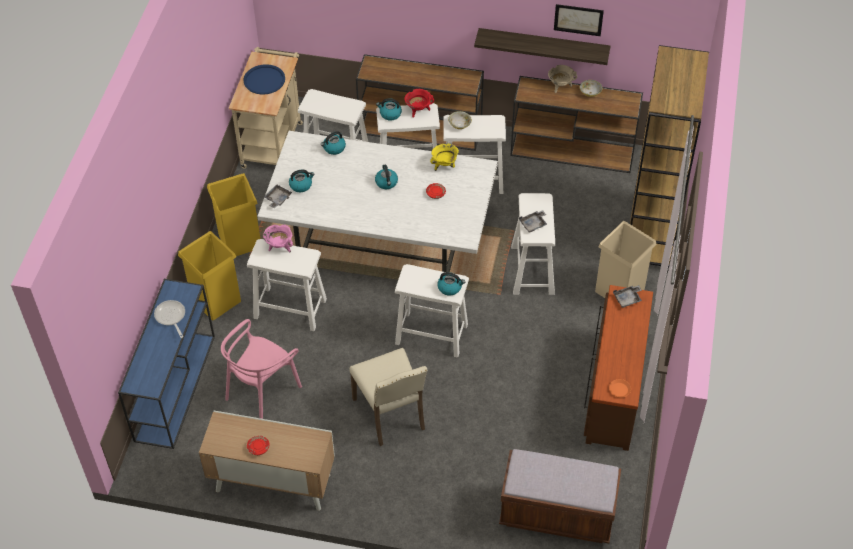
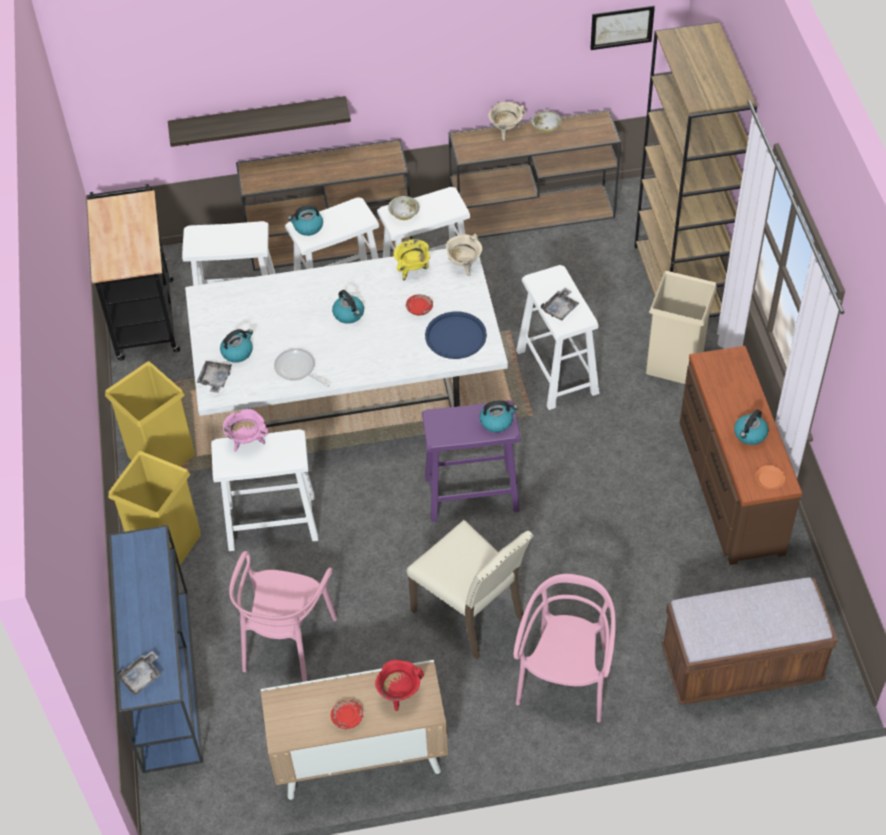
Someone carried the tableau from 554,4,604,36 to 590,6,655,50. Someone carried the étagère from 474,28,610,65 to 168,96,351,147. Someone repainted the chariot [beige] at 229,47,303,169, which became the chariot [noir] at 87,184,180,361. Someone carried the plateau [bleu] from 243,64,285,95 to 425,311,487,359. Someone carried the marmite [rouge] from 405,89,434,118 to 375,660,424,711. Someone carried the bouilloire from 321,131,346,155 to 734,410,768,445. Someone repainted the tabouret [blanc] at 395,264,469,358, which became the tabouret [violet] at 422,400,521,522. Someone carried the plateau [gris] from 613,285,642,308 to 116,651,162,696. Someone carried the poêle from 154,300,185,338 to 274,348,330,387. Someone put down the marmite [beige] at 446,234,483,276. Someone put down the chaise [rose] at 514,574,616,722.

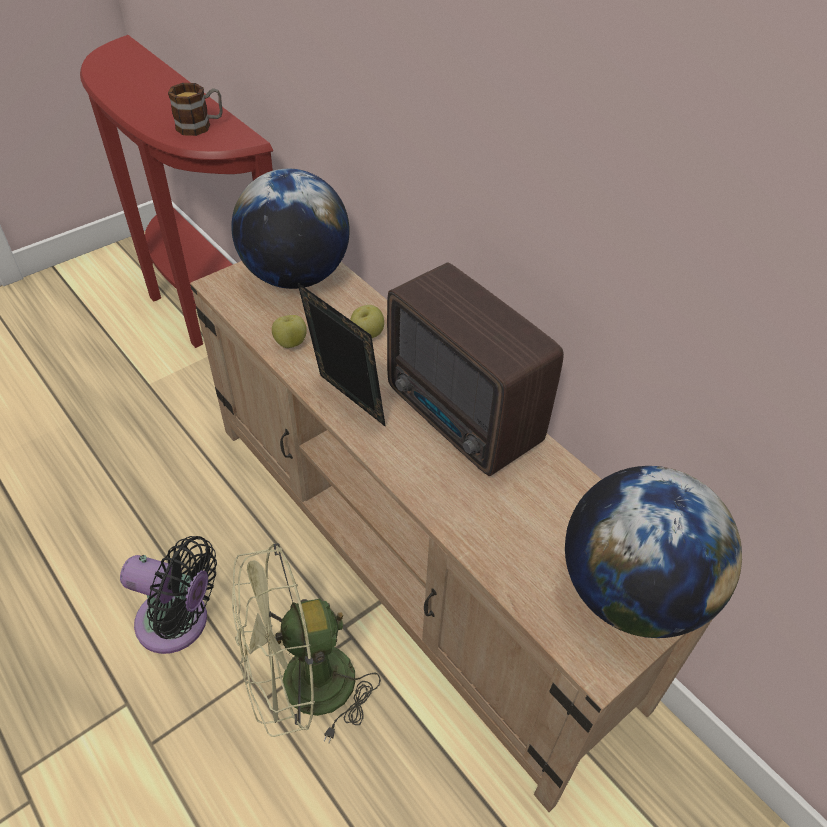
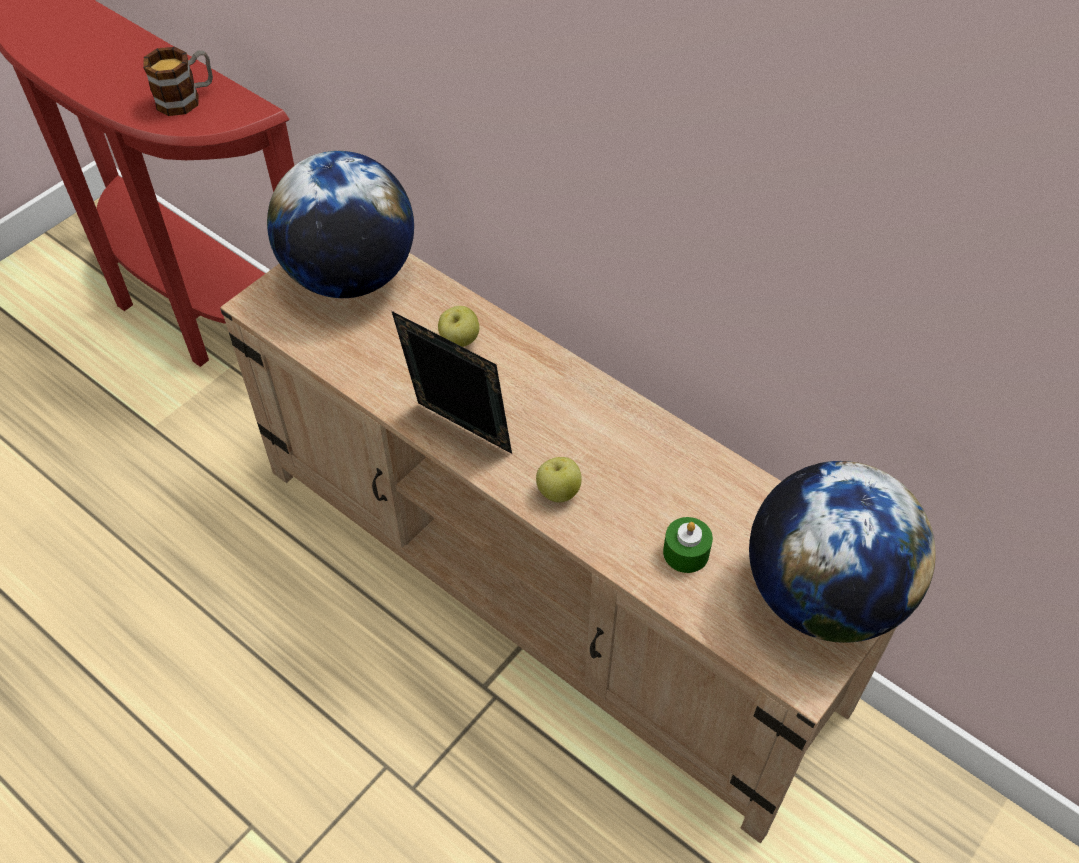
Someone took away the radio at 387,262,564,476. Someone carried the pomme from 272,315,307,348 to 536,457,582,502. Someone took away the ventilateur [noir] at 120,536,217,654. Someone took away the ventilateur [vert] at 232,543,381,743. Someone put down the bougie [vert] at 663,517,713,573.

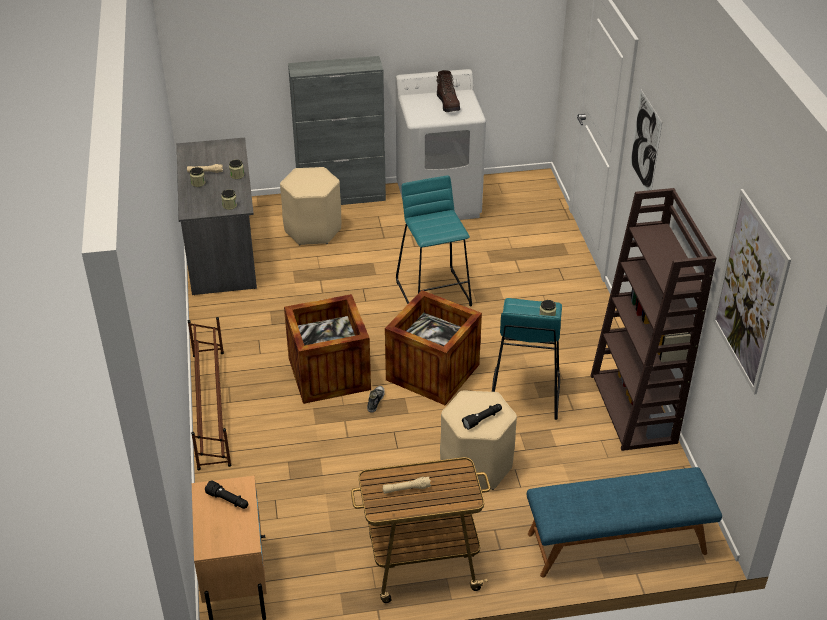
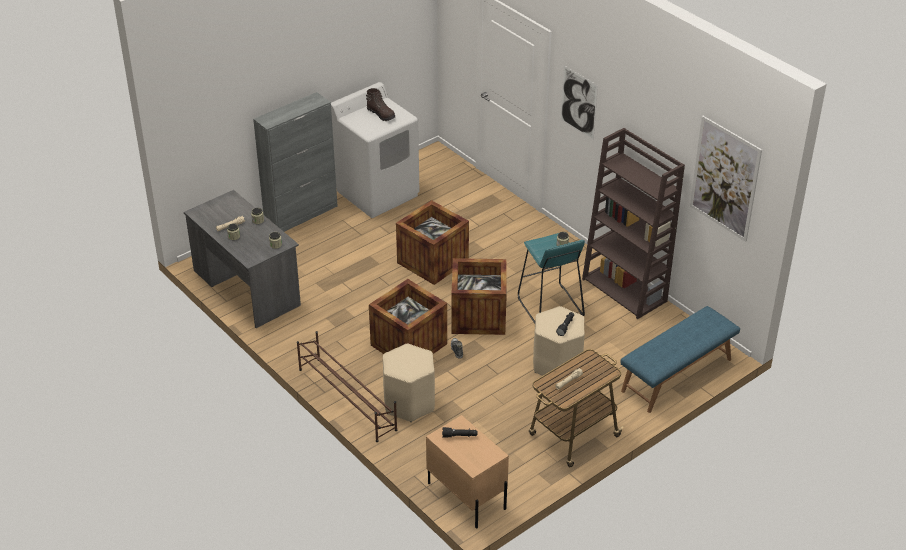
Someone carried the tabouret [beige] from 280,167,341,245 to 383,344,435,422. Someone swapped the tabouret [turquoise] at 396,175,472,306 for the caisse at 396,200,469,285.

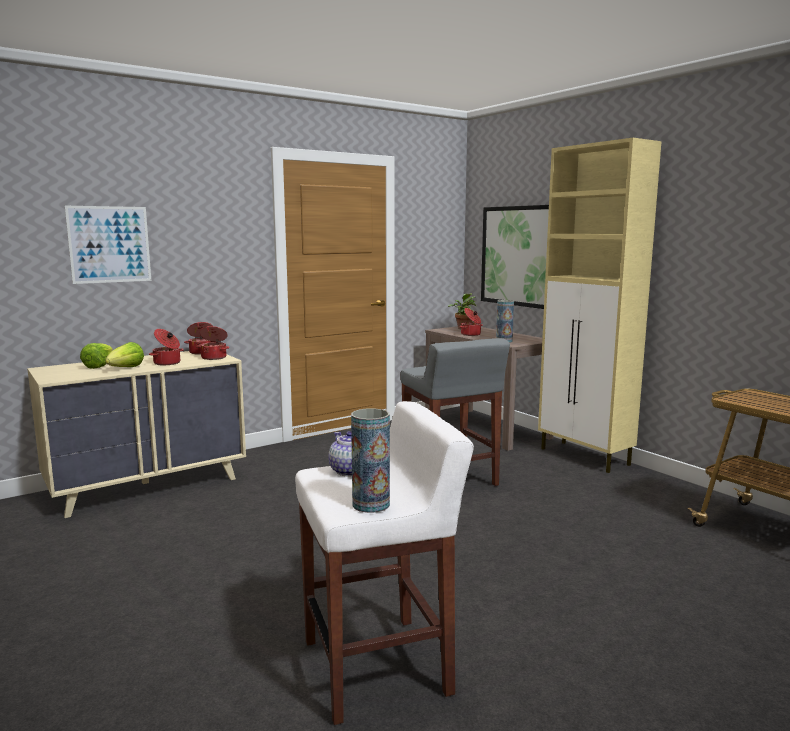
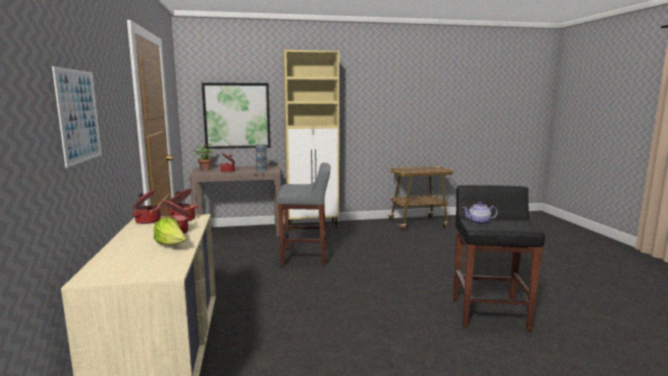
Someone took away the laitue at 80,343,113,369. Someone repainted the tabouret [blanc] at 295,401,474,725, which became the tabouret [noir] at 453,185,545,331. Someone took away the vase at 351,408,390,513.

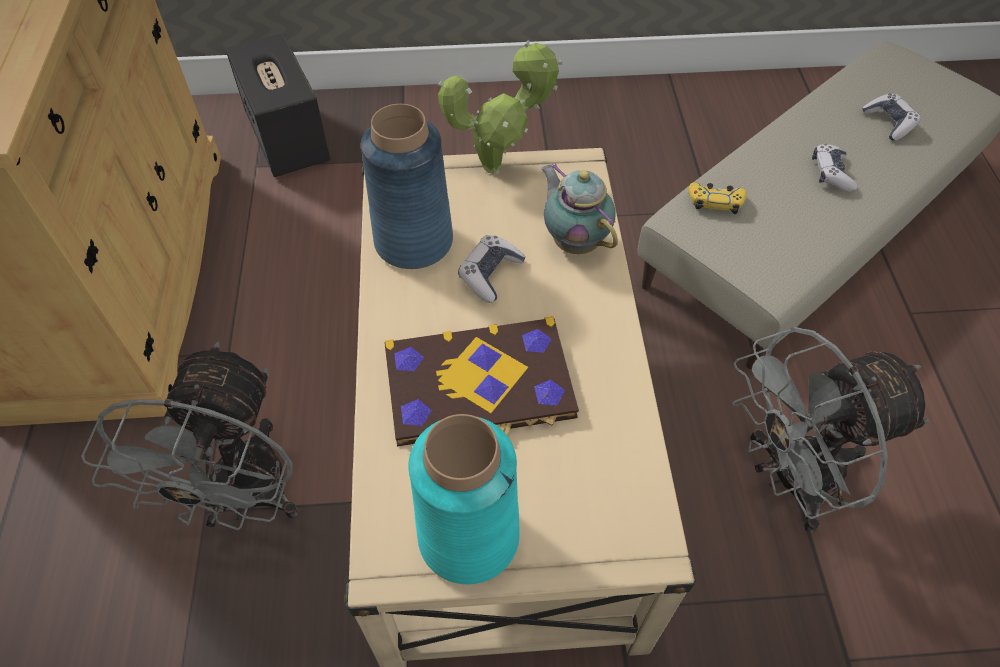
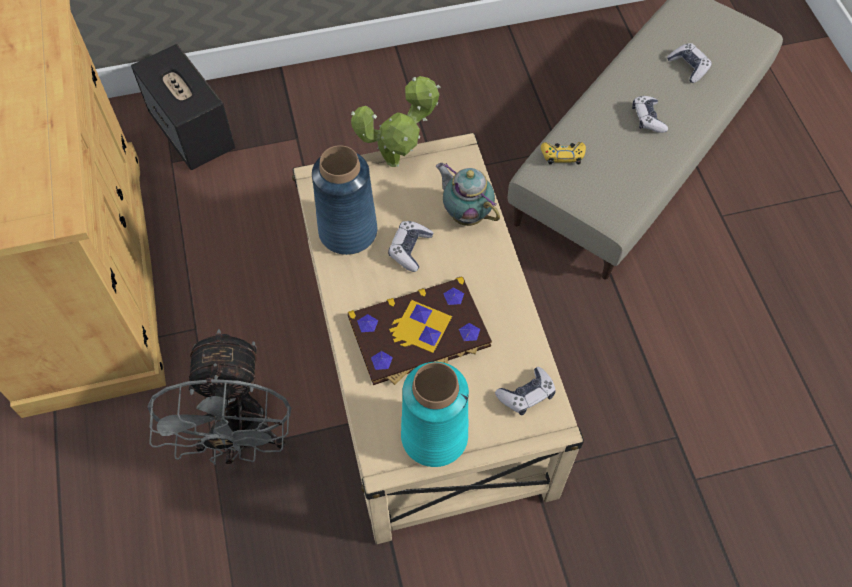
Someone took away the ventilateur [gris] at 732,327,929,533. Someone put down the manette at 495,367,556,415.

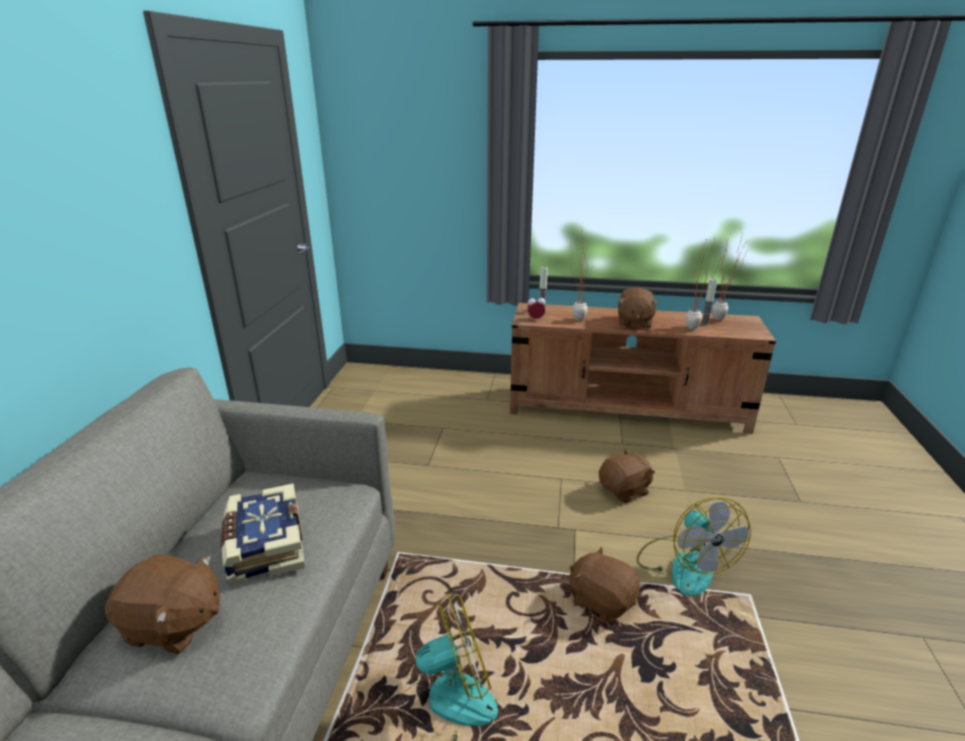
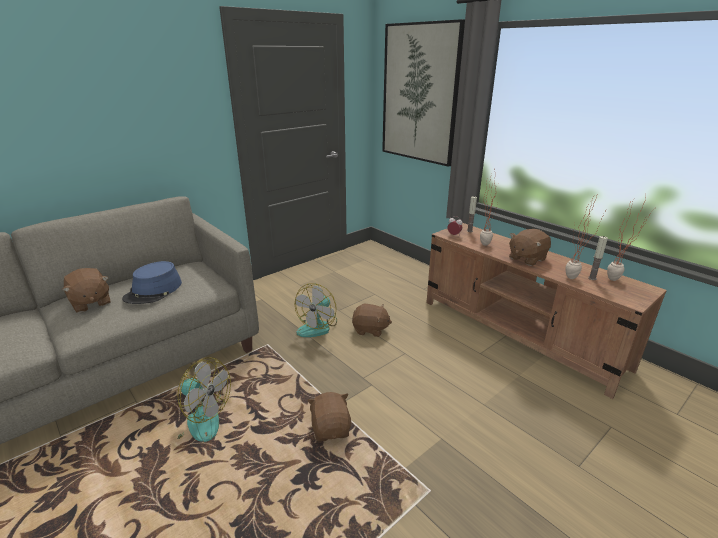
Someone carried the peluche [marron] from 599,449,655,503 to 352,304,392,337. Someone swapped the livre at 221,484,305,585 for the chapeau [bleu] at 122,261,182,304. Someone carried the ventilateur from 637,498,751,596 to 295,283,337,337. Someone put up the tableau at 382,19,465,167.

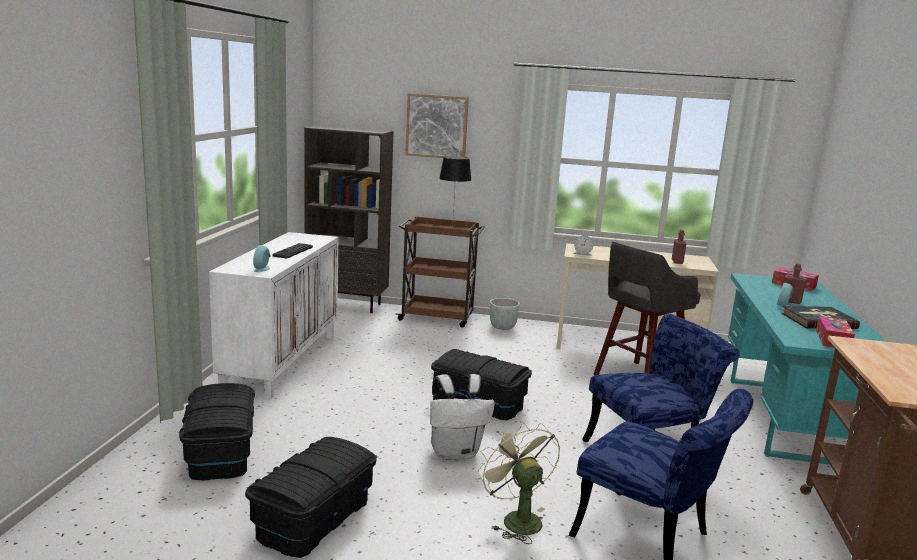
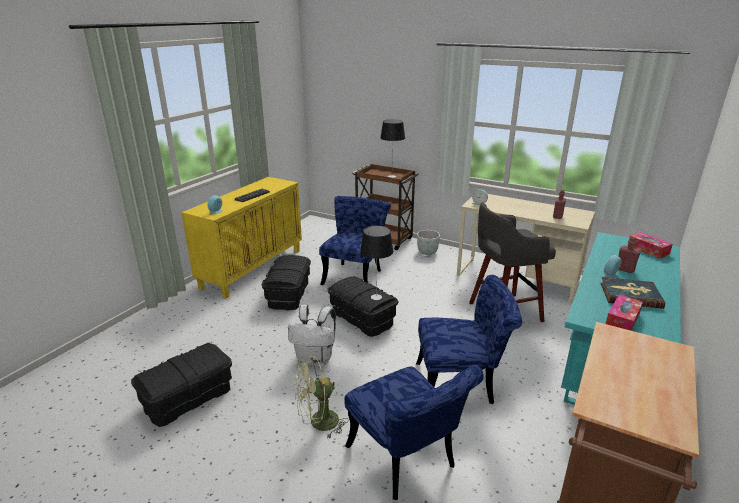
Someone took away the tableau at 405,93,469,158. Someone took away the bibliothèque [marron] at 304,125,394,313. Someone repainted the meuble de rangement [blanc] at 209,232,338,399, which became the meuble de rangement [jaune] at 181,177,302,299. Someone carried the boîte de rangement [noir] from 179,383,255,480 to 261,255,311,310. Someone rotated the ventilateur [vert] at 477,421,560,544 by 105 degrees counterclockwise. Someone put down the chaise [bleu] at 319,196,391,285. Someone put down the lampe de table at 360,226,393,300.

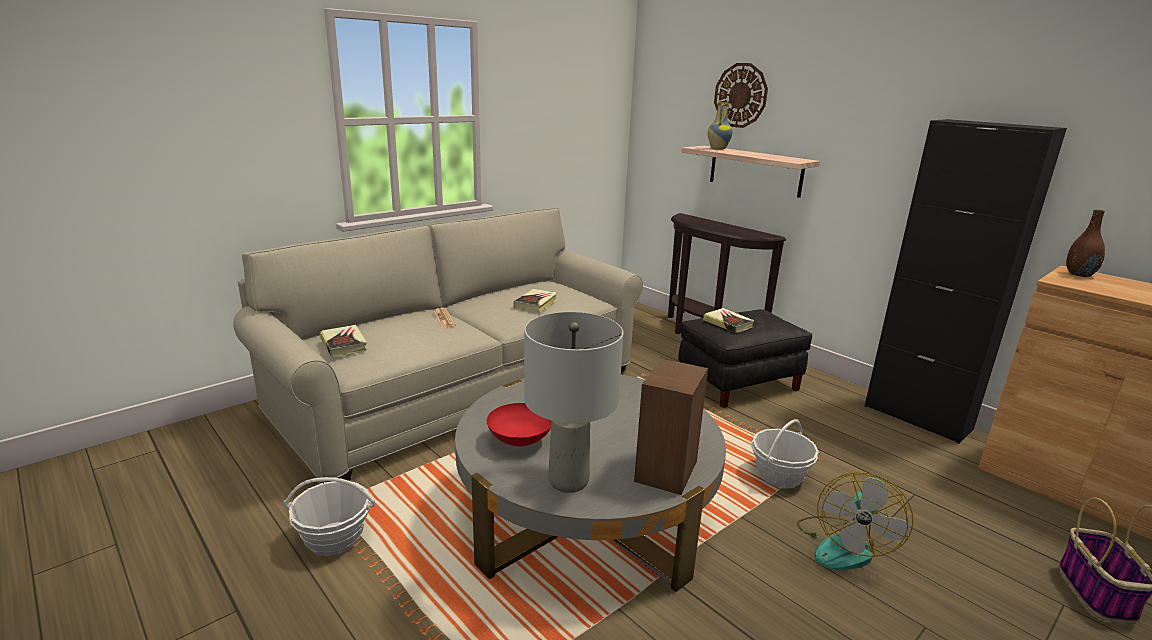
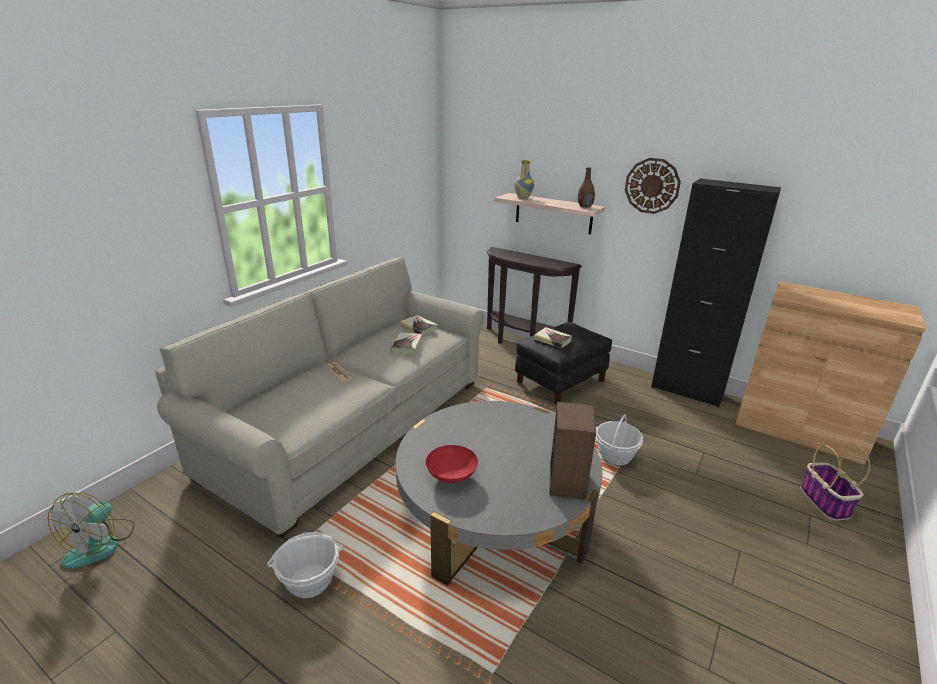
Someone carried the horloge murale from 714,63,768,128 to 625,158,681,214. Someone carried the vase [marron] from 1066,210,1105,277 to 578,167,595,208. Someone took away the lampe de table [gris] at 524,312,624,493. Someone carried the livre from 320,325,367,357 to 400,315,438,336. Someone carried the ventilateur from 797,472,913,570 to 48,492,135,568.

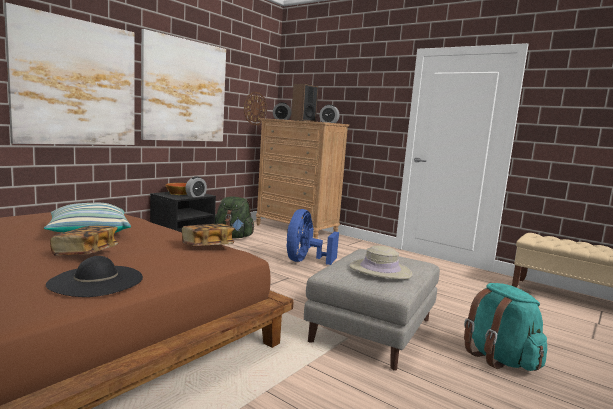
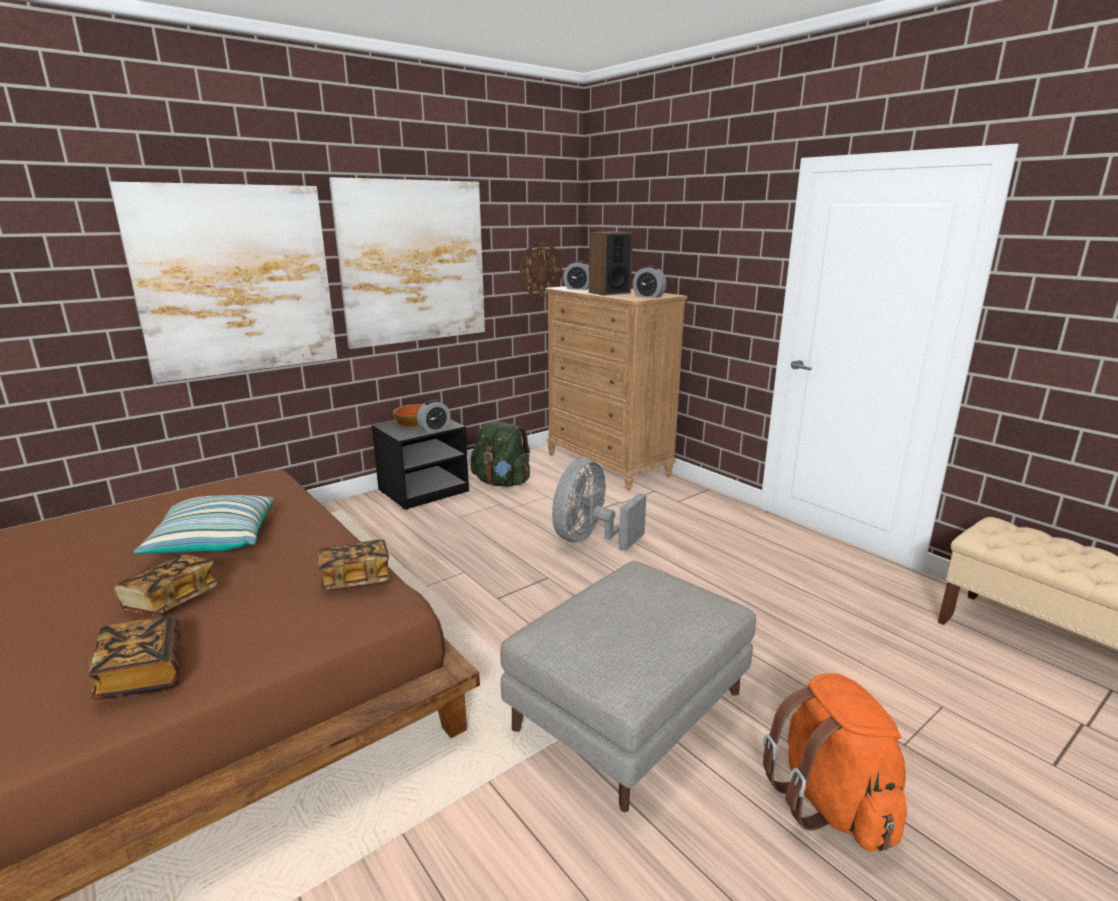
Someone repainted the ventilateur [bleu] at 286,209,339,265, which became the ventilateur [gris] at 552,459,646,551. Someone took away the chapeau [beige] at 349,246,413,279. Someone swapped the chapeau [noir] at 46,256,143,297 for the livre at 87,616,181,700. Someone repainted the sac à dos [turquoise] at 464,283,547,371, which became the sac à dos [orange] at 763,673,907,851.

